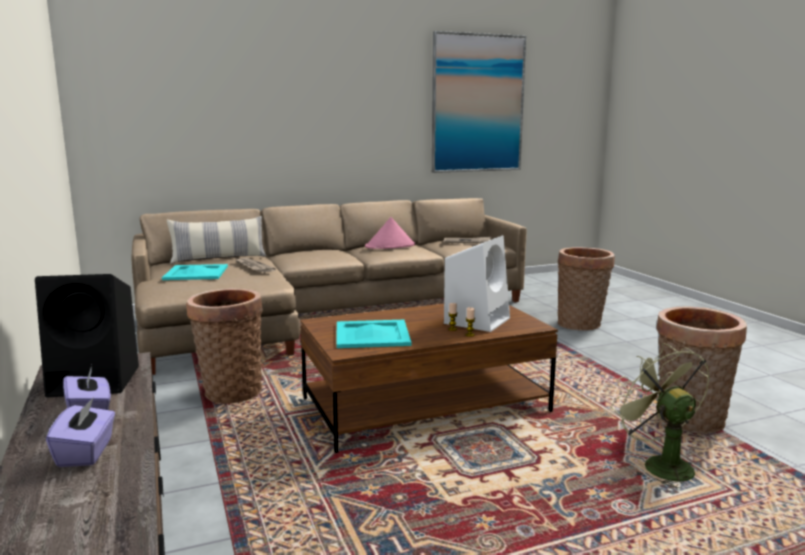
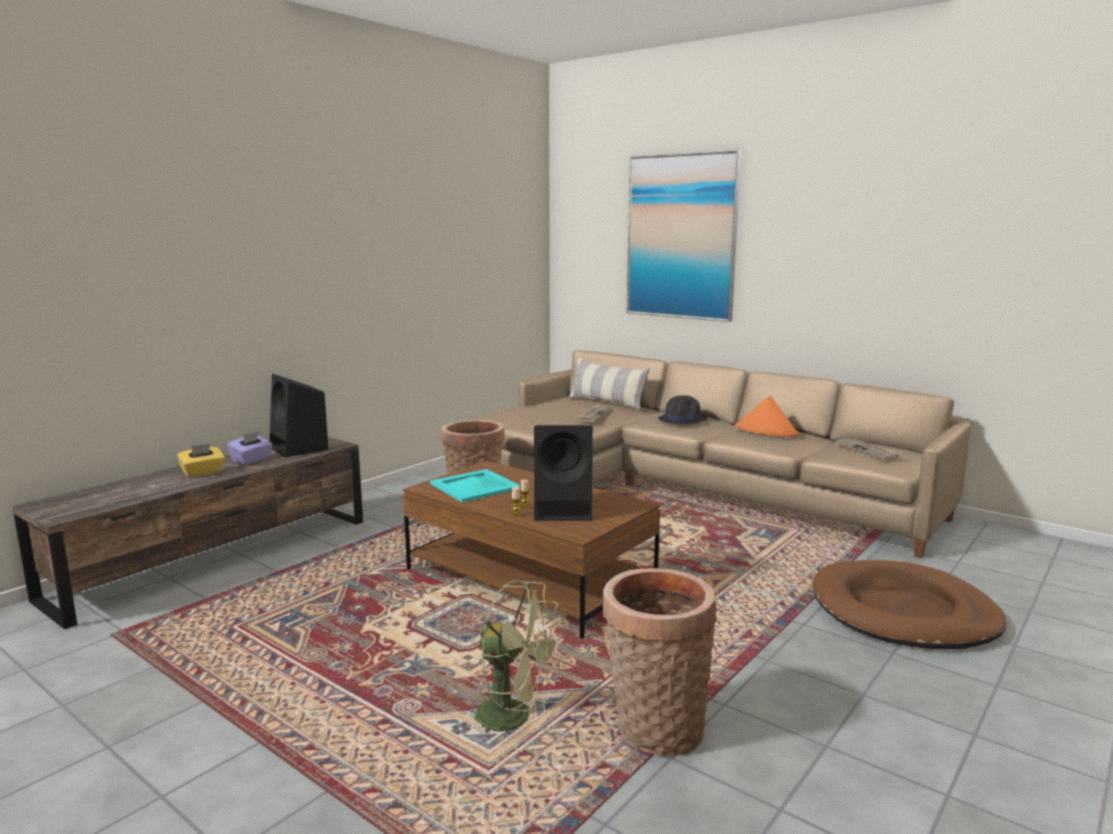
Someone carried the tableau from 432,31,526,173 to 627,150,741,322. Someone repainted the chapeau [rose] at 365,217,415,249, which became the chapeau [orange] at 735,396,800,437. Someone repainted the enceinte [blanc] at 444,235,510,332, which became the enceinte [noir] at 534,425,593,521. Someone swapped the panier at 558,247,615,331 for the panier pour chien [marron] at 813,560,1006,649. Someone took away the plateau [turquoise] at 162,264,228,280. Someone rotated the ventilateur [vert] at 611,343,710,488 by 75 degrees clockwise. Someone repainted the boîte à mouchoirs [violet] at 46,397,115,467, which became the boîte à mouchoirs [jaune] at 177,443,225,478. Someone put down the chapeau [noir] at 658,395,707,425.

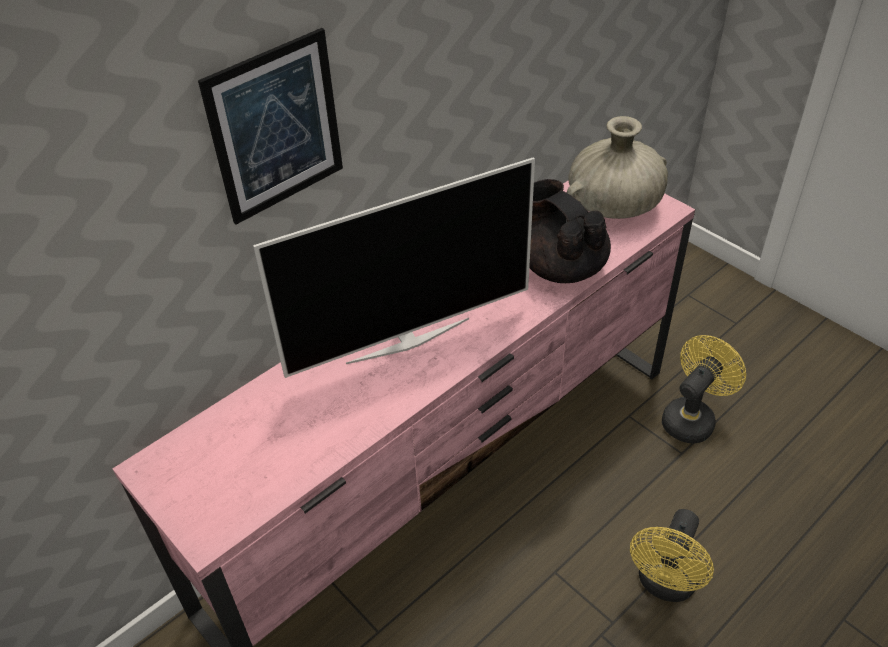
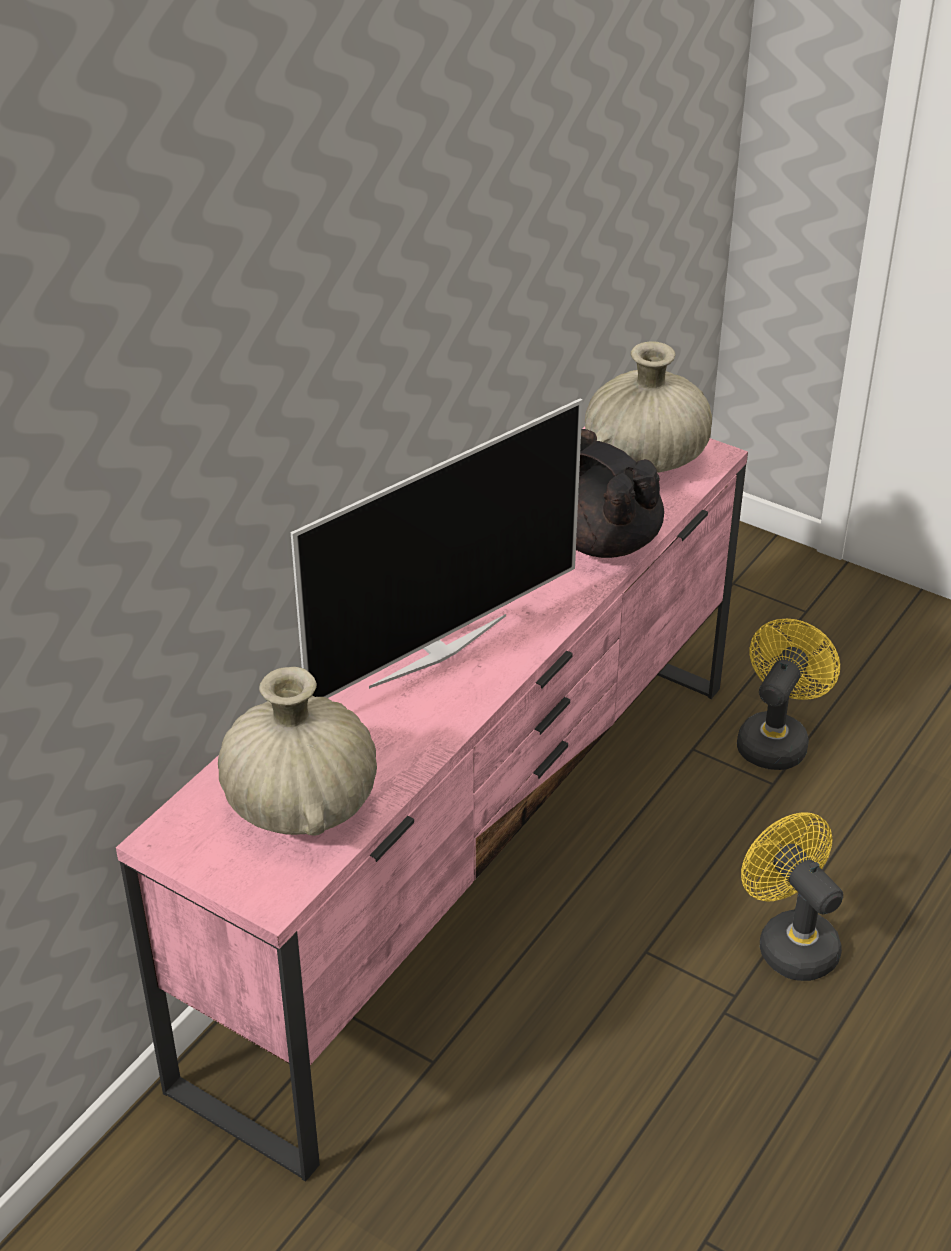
Someone took away the tableau at 198,28,343,225. Someone rotated the ventilateur [jaune] at 630,509,714,602 by 135 degrees clockwise. Someone put down the vase [beige] at 218,667,377,836.

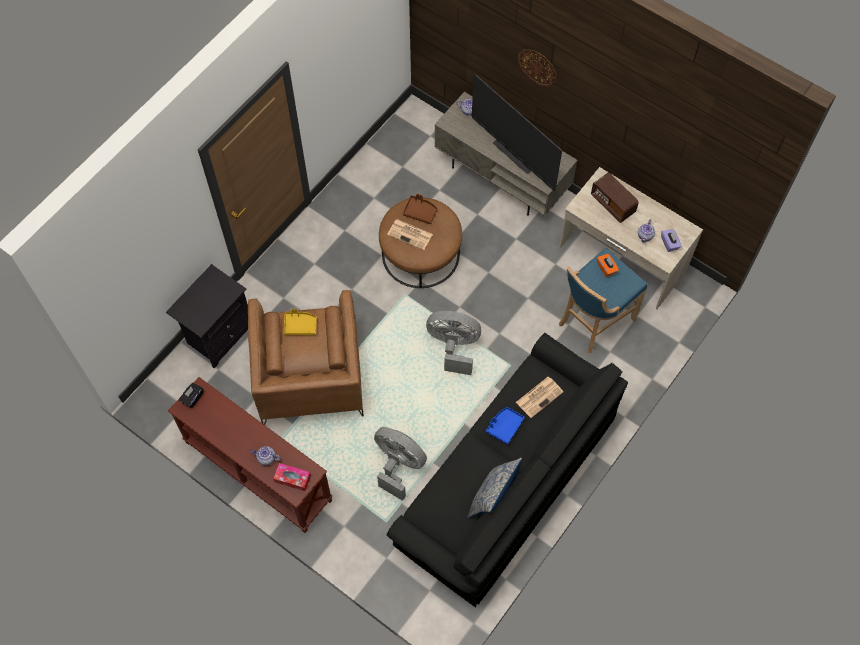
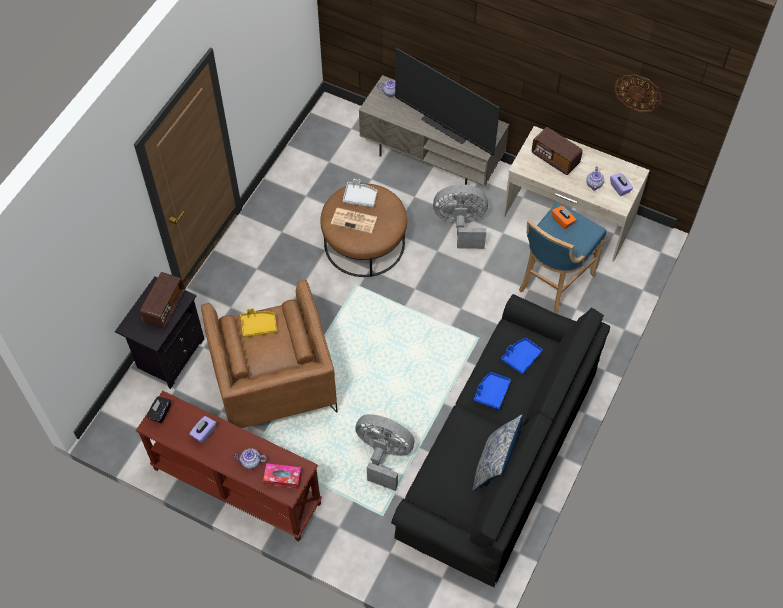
Someone carried the horloge murale from 518,49,557,87 to 614,75,662,112. Someone repainted the plateau [marron] at 402,194,437,224, which became the plateau [gris] at 343,179,377,207. Someone carried the ventilateur [gris] from 426,311,481,375 to 433,185,488,249. Someone swapped the journal at 516,377,564,418 for the plateau [bleu] at 501,338,543,374. Someone put down the radio at 140,272,185,329. Someone put down the boîte à mouchoirs [violet] at 190,416,216,443.

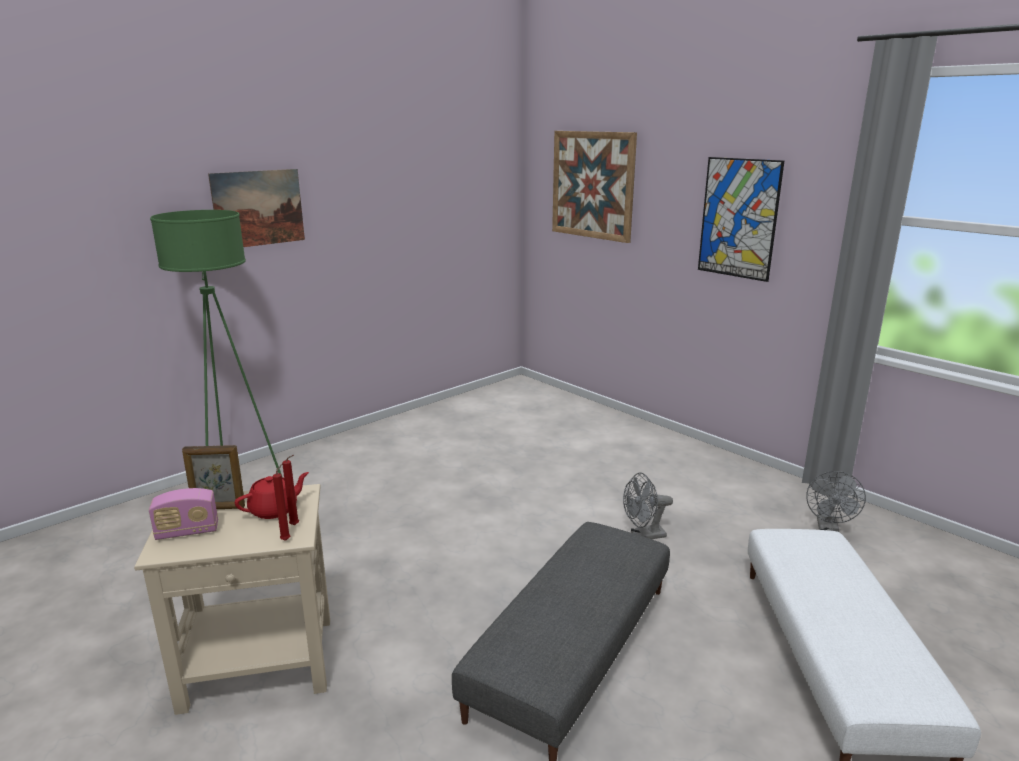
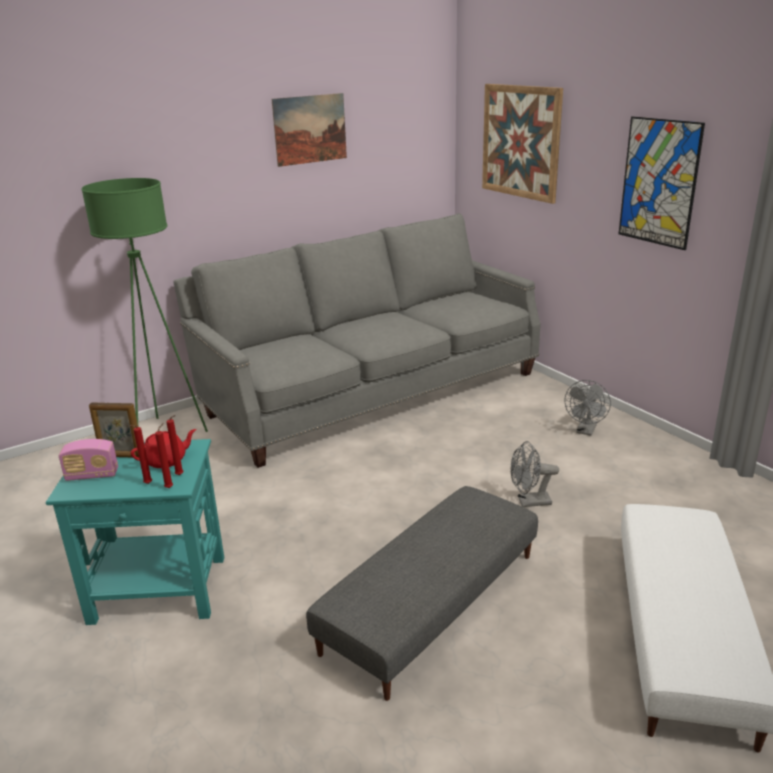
Someone carried the tableau from 208,169,305,247 to 271,93,347,167. Someone carried the ventilateur [gris] from 806,471,866,532 to 565,380,611,436. Someone repainted the table d'appoint [beige] at 134,484,330,715, which became the table d'appoint [turquoise] at 46,439,224,625. Someone put down the canapé [gris] at 173,213,541,468. Someone put down the bougie [rouge] at 129,425,152,484.

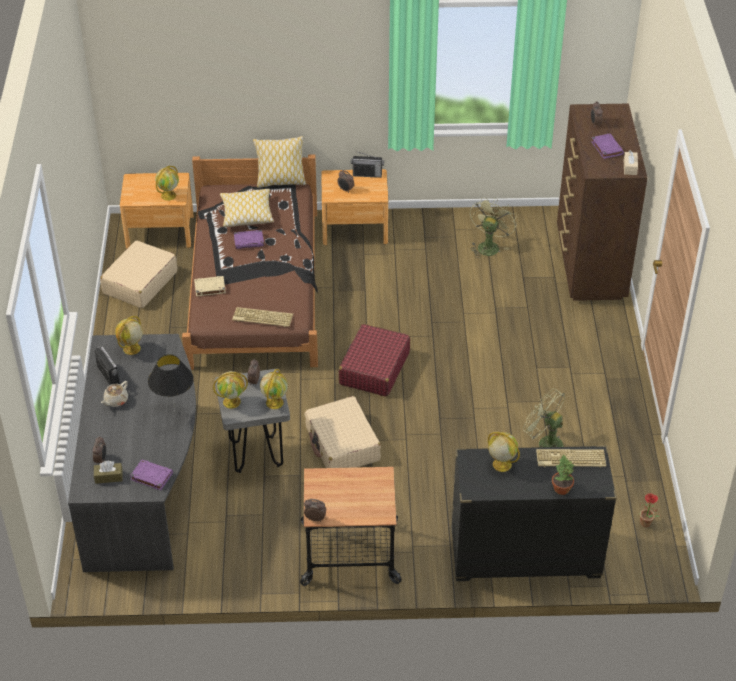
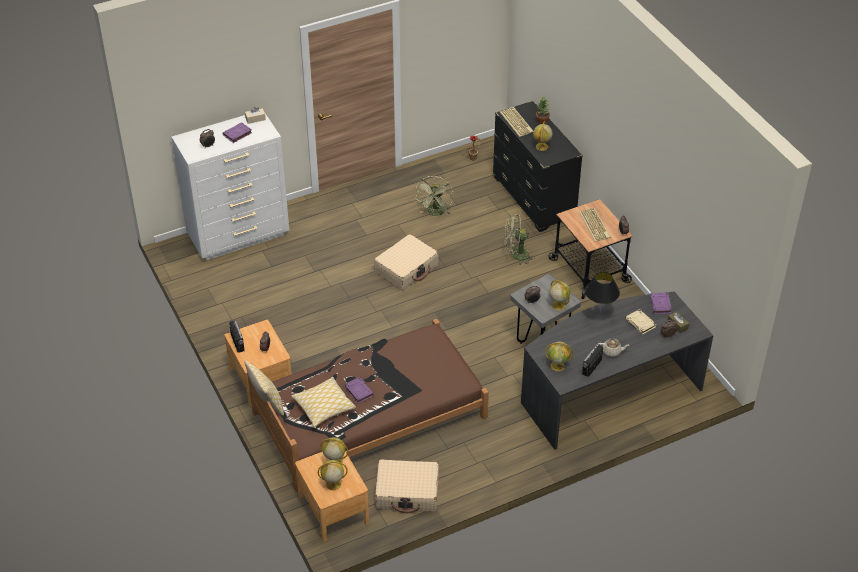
Someone repainted the commode [marron] at 557,104,648,301, which became the commode [blanc] at 171,112,289,260. Someone carried the ventilateur [vert] from 470,197,517,258 to 504,214,535,266. Someone carried the livre [beige] from 194,276,226,296 to 625,309,656,335. Someone carried the clavier from 232,307,293,327 to 579,208,610,242. Someone took away the valise [rouge] at 339,324,410,397. Someone carried the globe from 260,369,288,409 to 318,460,348,490. Someone carried the valise [beige] from 305,396,381,468 to 374,234,439,290.

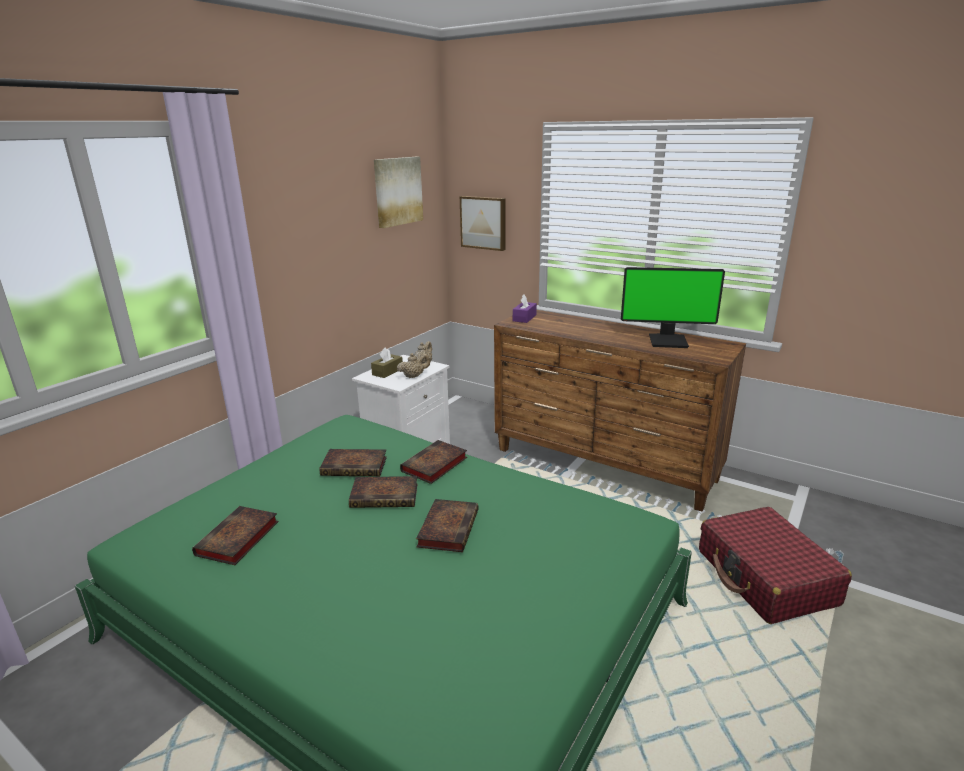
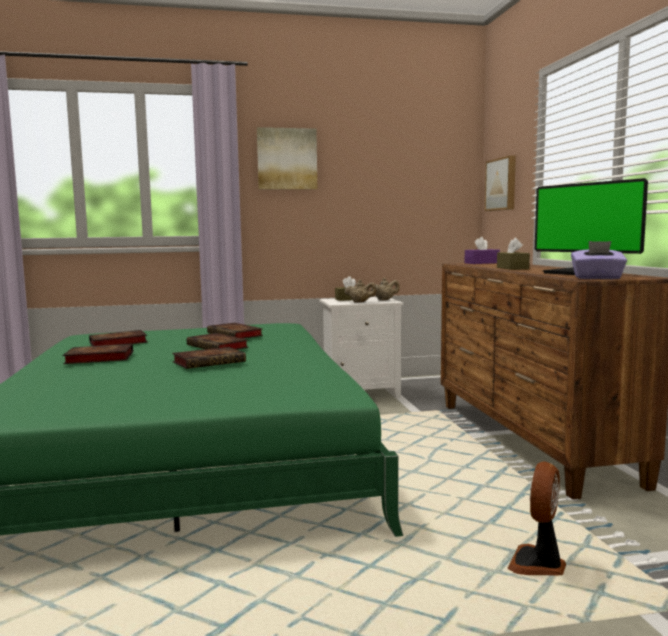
Someone carried the tableau from 374,157,423,228 to 257,127,317,189. Someone carried the livre from 400,440,467,484 to 62,344,133,364. Someone swapped the valise [rouge] at 699,507,852,624 for the ventilateur at 507,461,566,575. Someone put down the boîte à mouchoirs [marron] at 497,238,530,270. Someone put down the boîte à mouchoirs [violet] at 571,241,627,279.

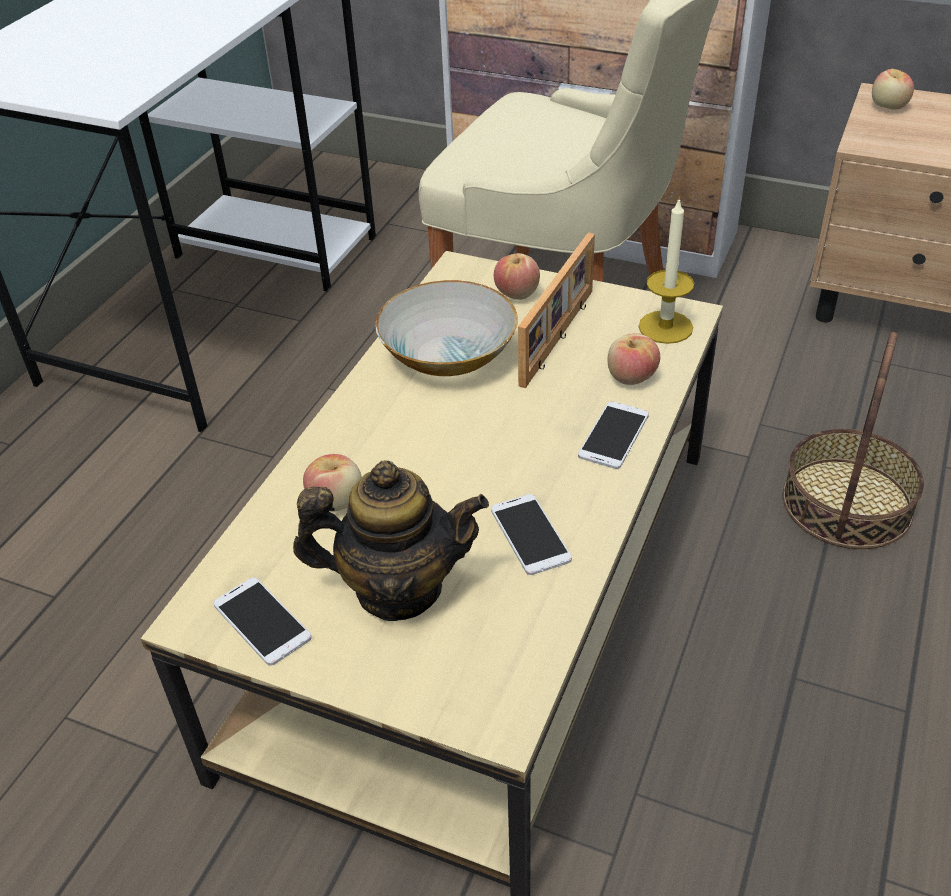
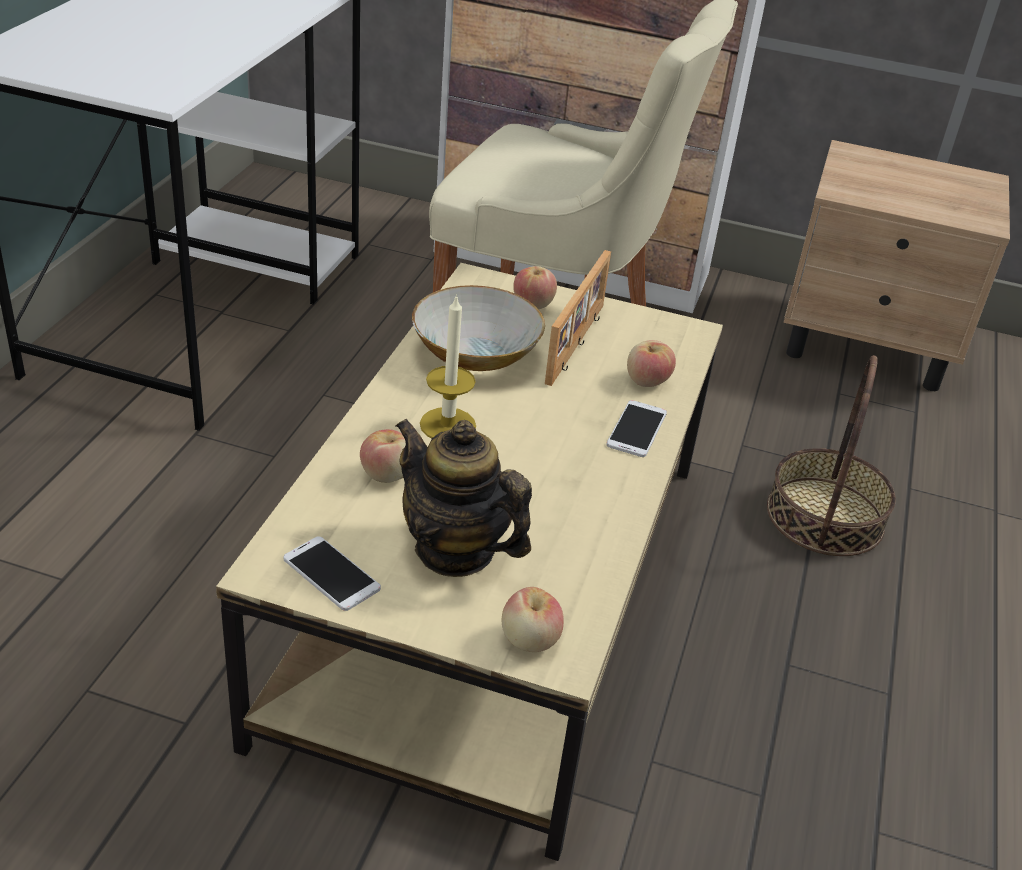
Someone carried the pomme from 872,69,914,110 to 502,587,564,652. Someone carried the bougie from 639,197,694,344 to 420,294,476,438. Someone rotated the théière at 293,461,489,621 by 135 degrees counterclockwise. Someone took away the téléphone at 491,494,572,575.

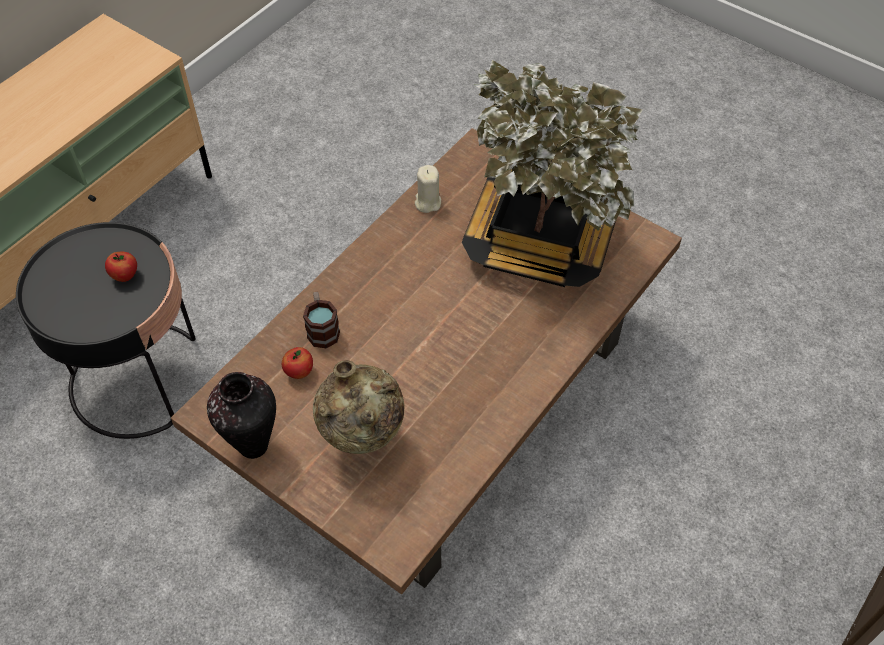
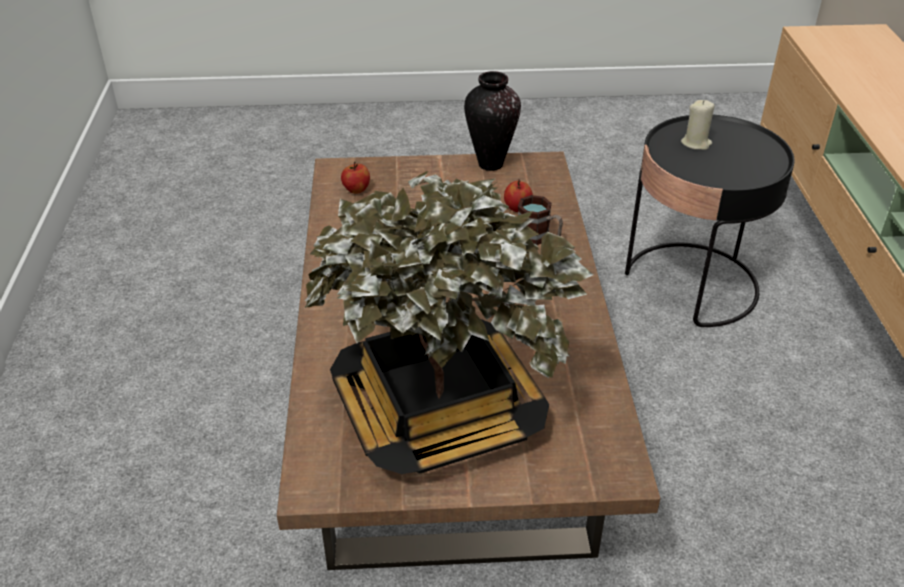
Someone carried the bougie [beige] from 415,165,441,213 to 681,100,715,150. Someone carried the pomme from 105,252,137,282 to 341,162,370,194. Someone took away the vase [beige] at 313,360,404,454.

